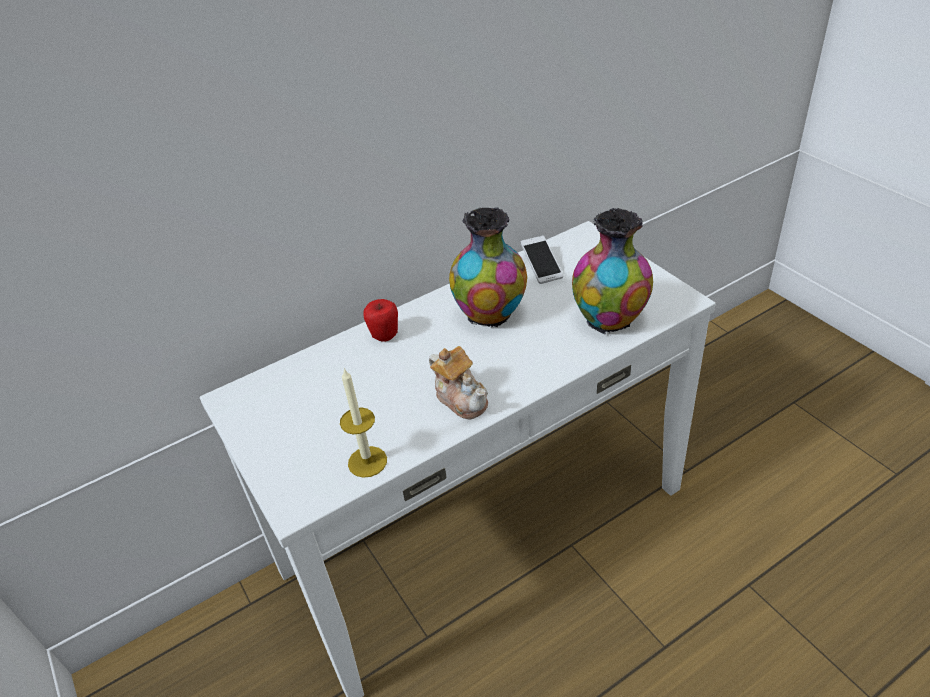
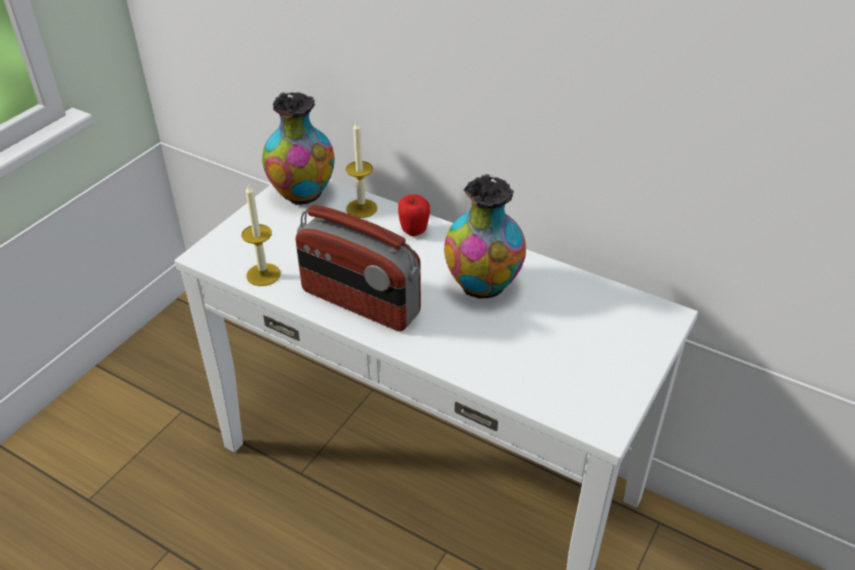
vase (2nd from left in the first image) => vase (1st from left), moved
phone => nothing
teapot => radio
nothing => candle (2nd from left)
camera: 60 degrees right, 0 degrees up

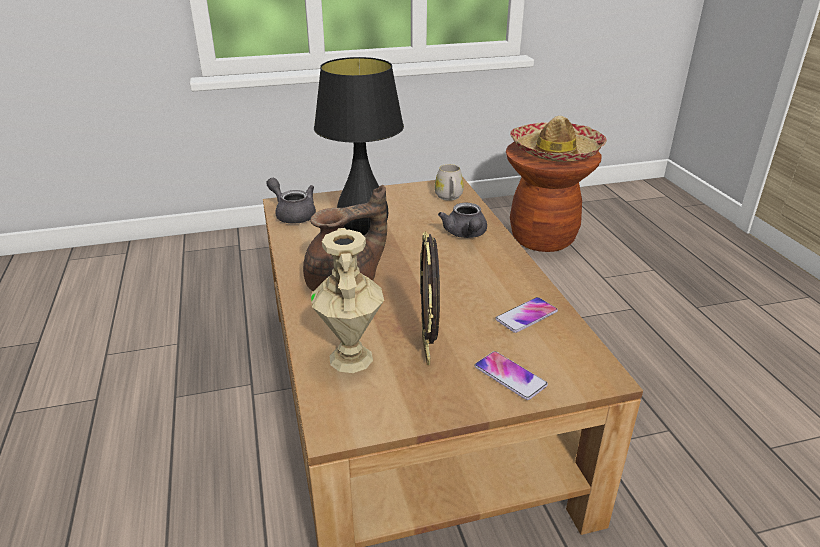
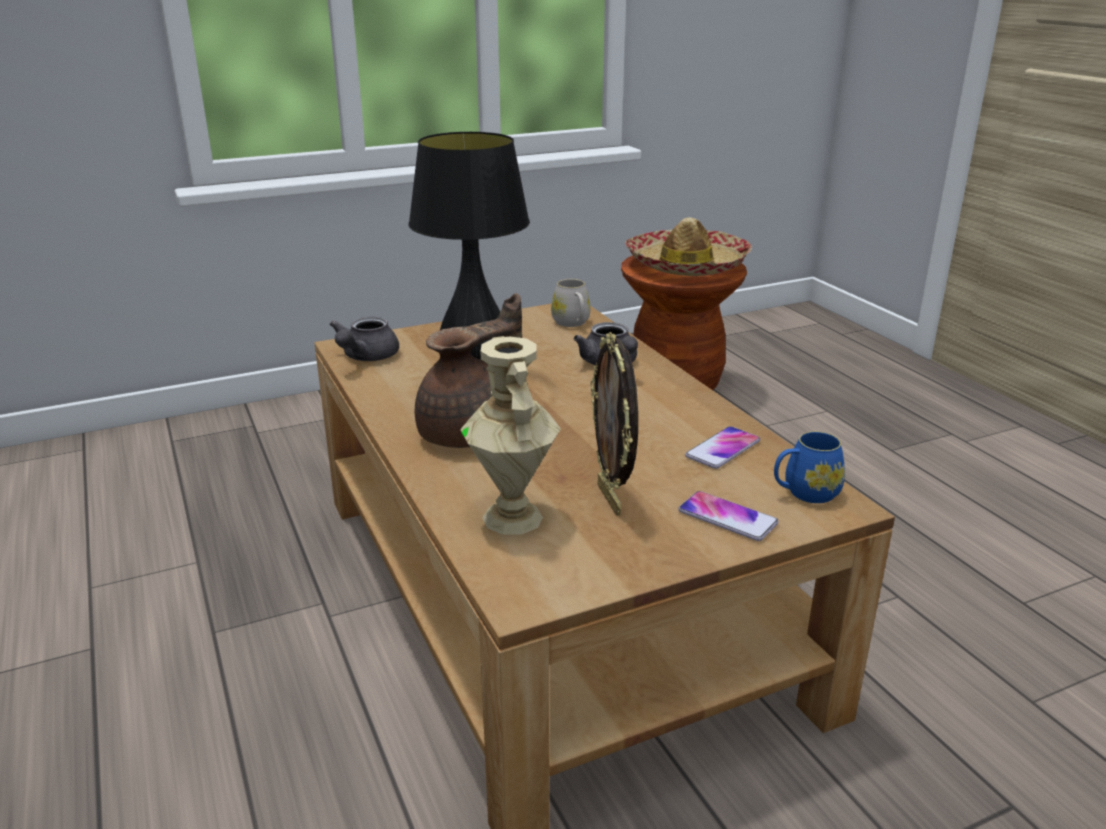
grey teapot (1st from left), 105 degrees counterclockwise
nothing => blue mug
camera: 10 degrees left, 5 degrees down

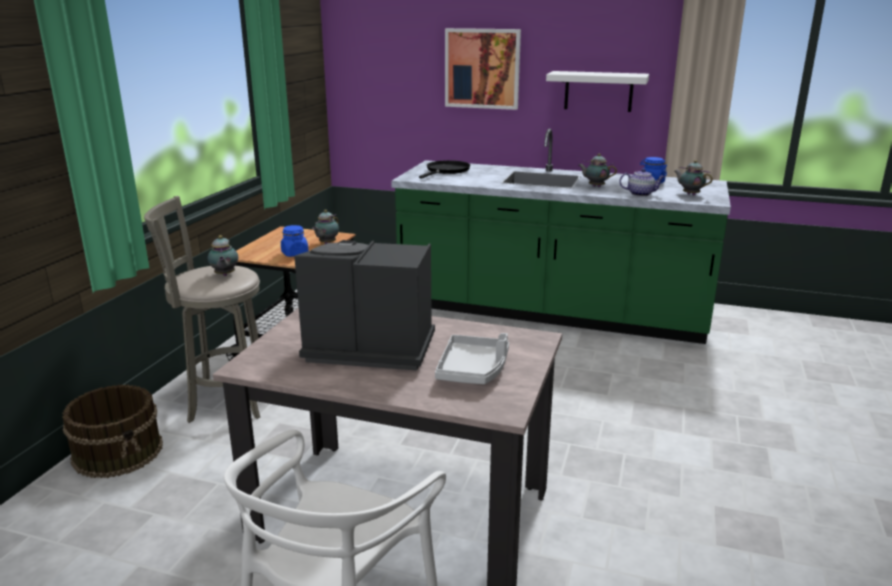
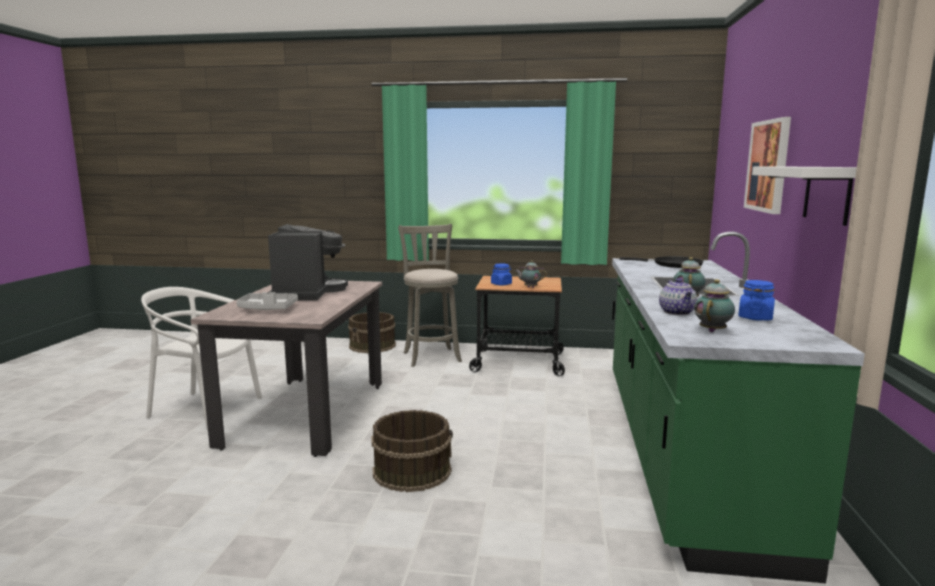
teapot (1st from left) => nothing
nothing => brown bucket (2nd from left)
camera: 80 degrees right, 10 degrees down

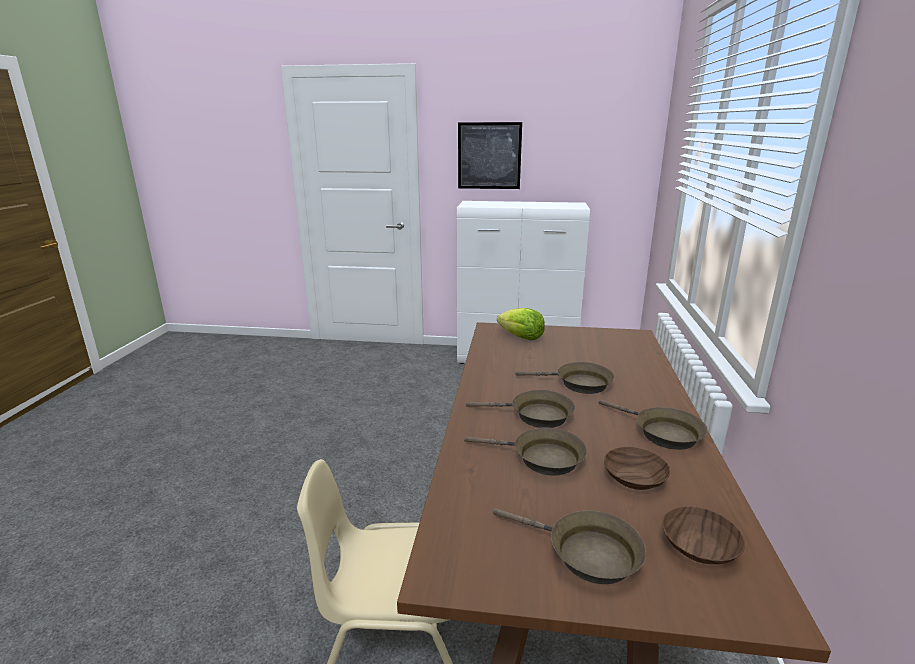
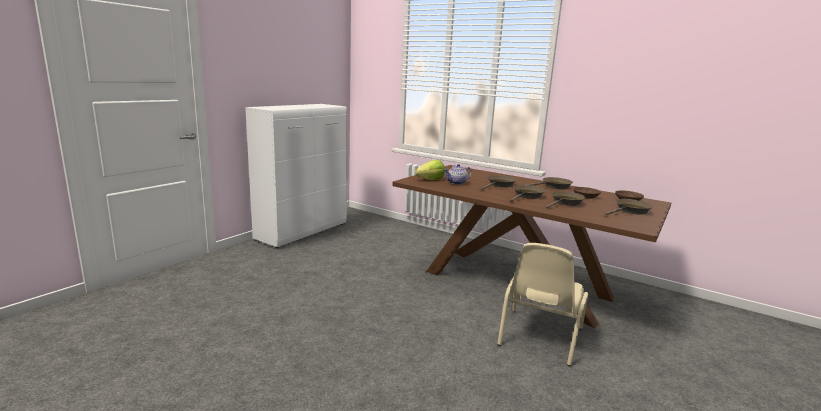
picture => nothing
nothing => teapot
camera: 65 degrees left, 5 degrees down

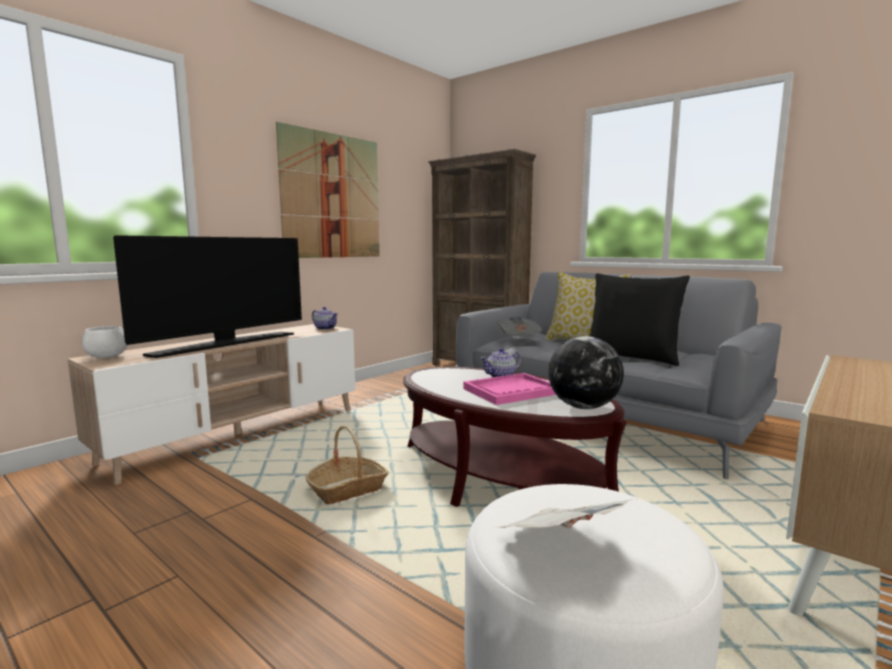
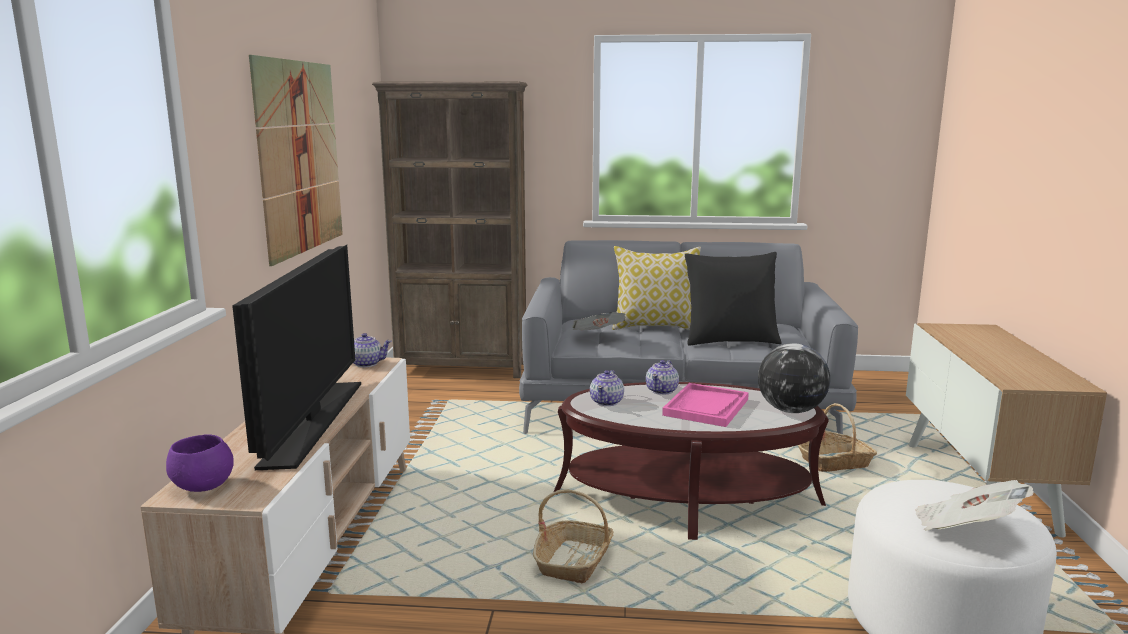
white bowl => purple bowl
nothing => teapot (2nd from left)
nothing => basket (2nd from left)
camera: 35 degrees left, 5 degrees up

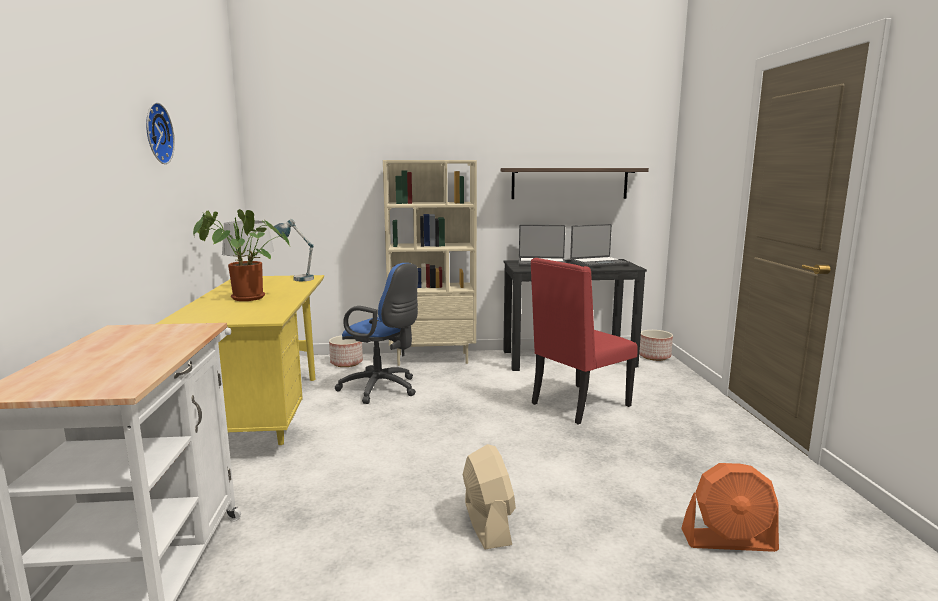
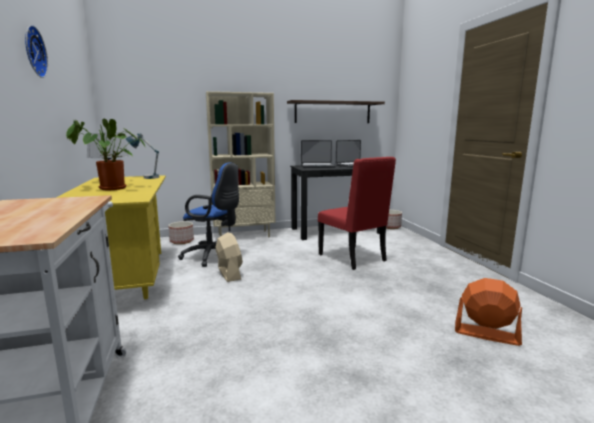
red chair, 75 degrees counterclockwise
beige fan, moved
orange fan, 150 degrees counterclockwise
camera: 10 degrees left, 0 degrees up

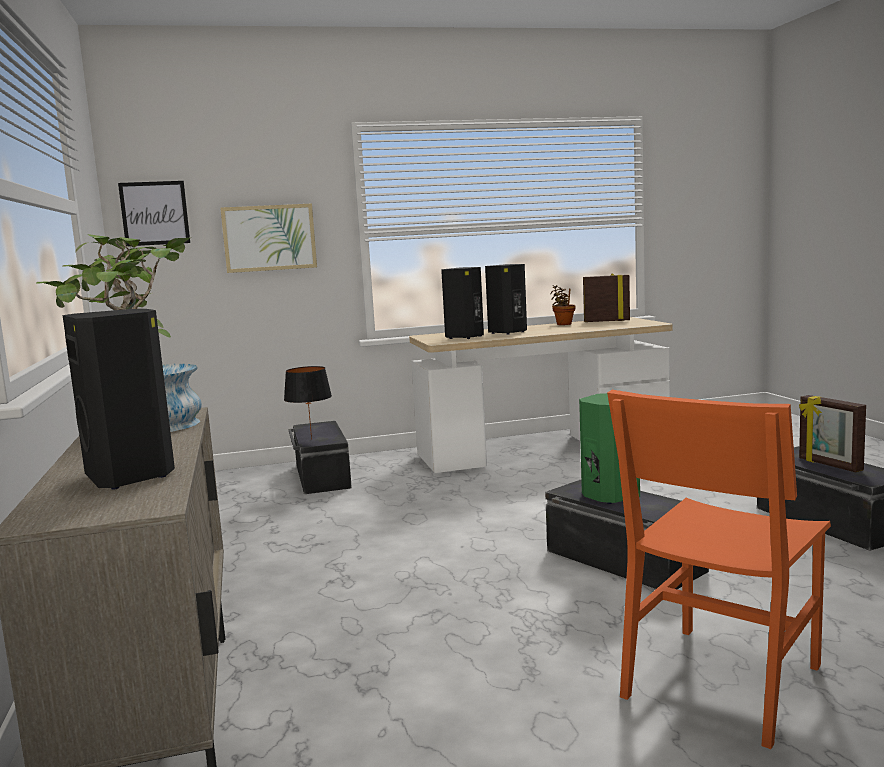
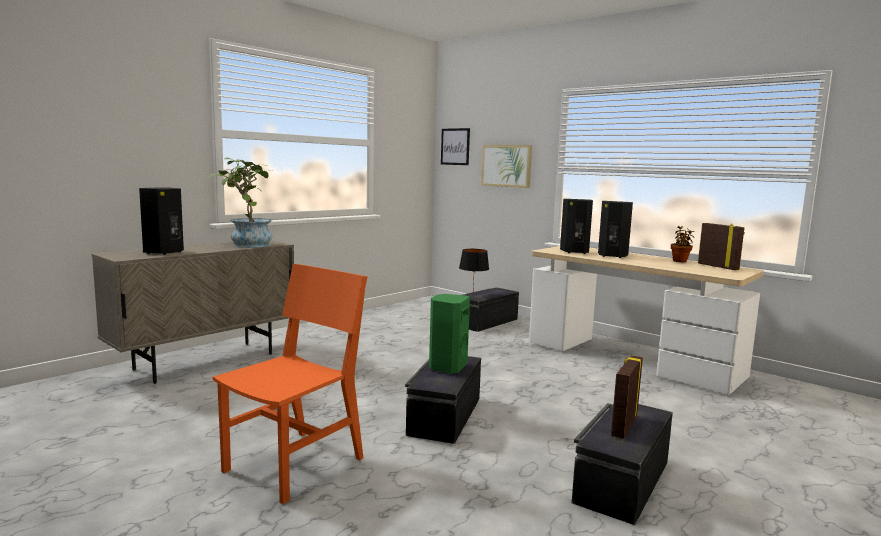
orange chair, 120 degrees clockwise
camera: 55 degrees right, 0 degrees up

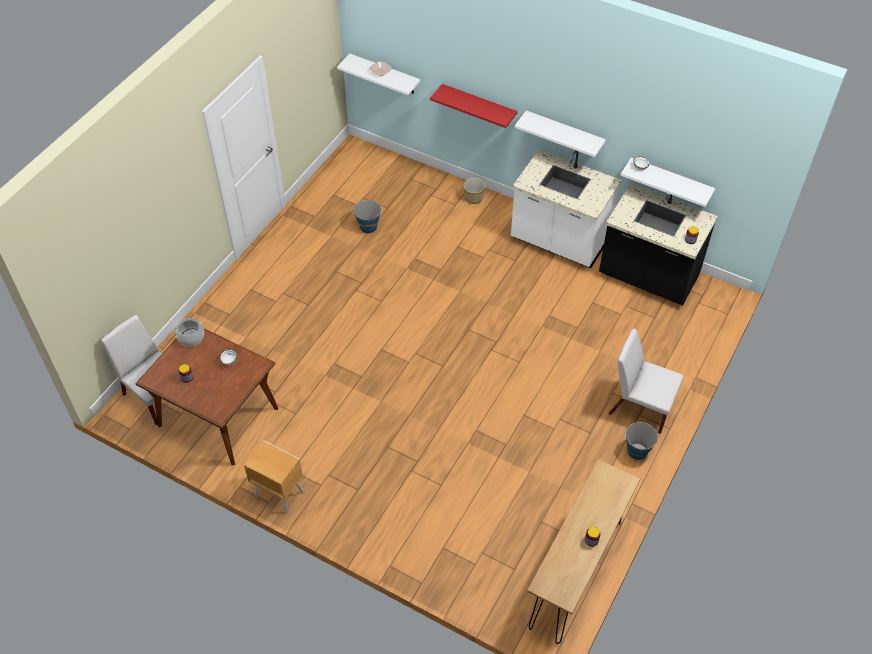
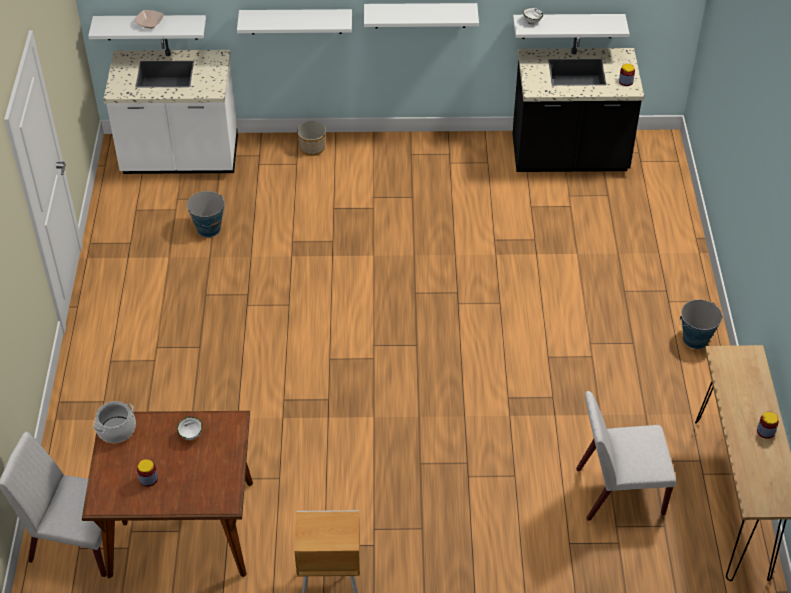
red shelf => white shelf (2nd from left)
white counter, moved
white chair (2nd from left), moved
camera: 30 degrees left, 5 degrees down

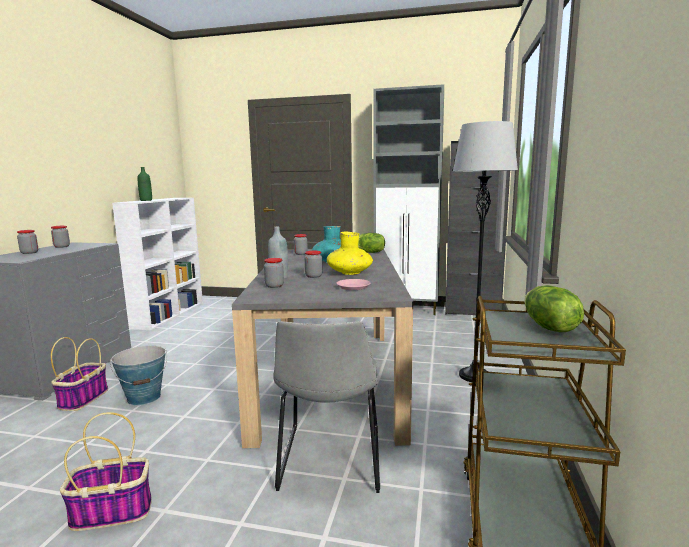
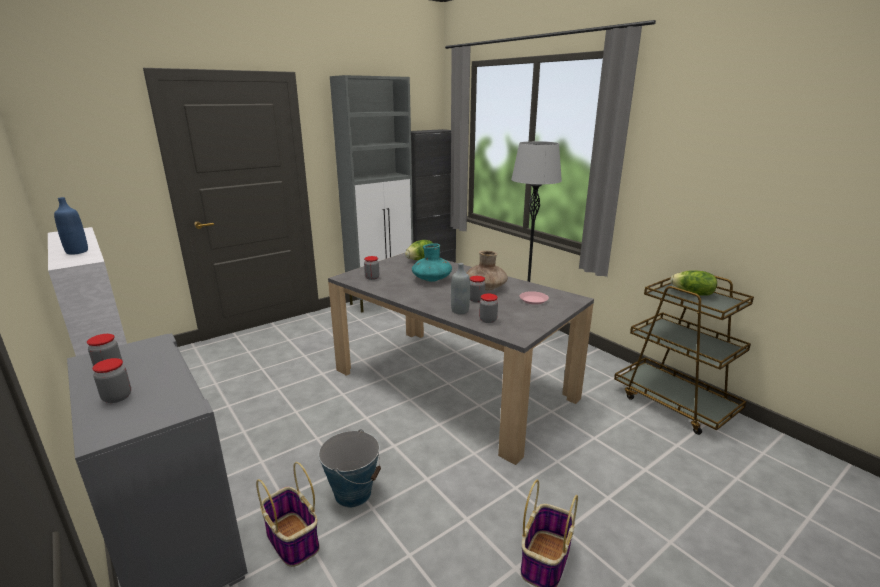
green bottle => blue bottle
yellow vase => brown vase
grey chair => nothing
camera: 50 degrees left, 10 degrees up

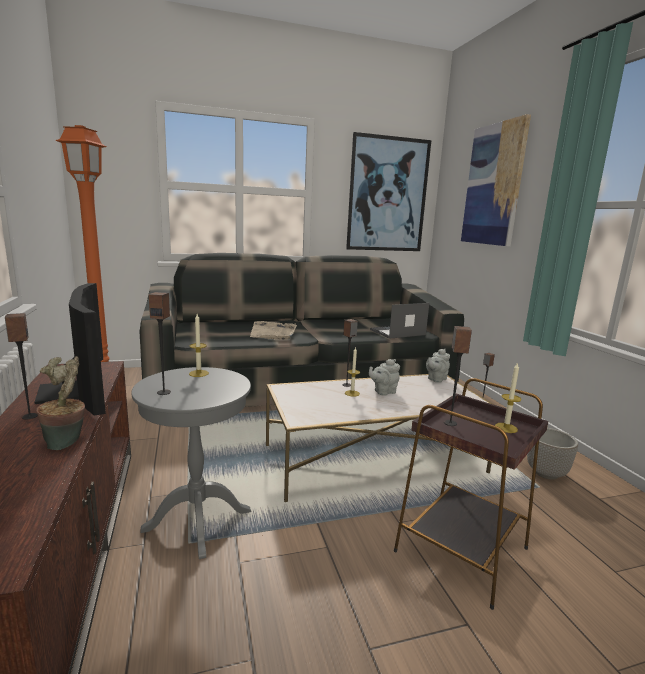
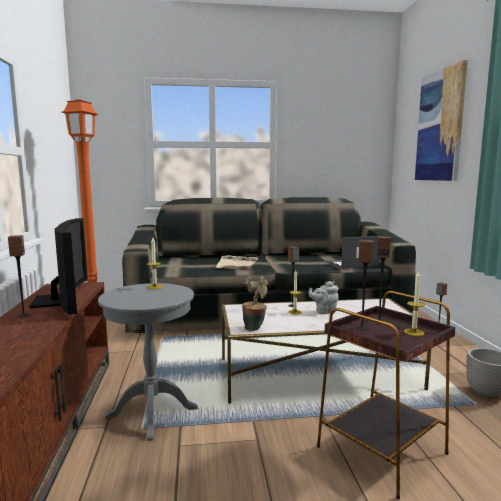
picture (1st from left) => nothing
speaker (2nd from left in the first image) => speaker (4th from left), moved
grey teapot (2nd from left) => nothing
potted plant, moved
camera: 10 degrees right, 5 degrees down

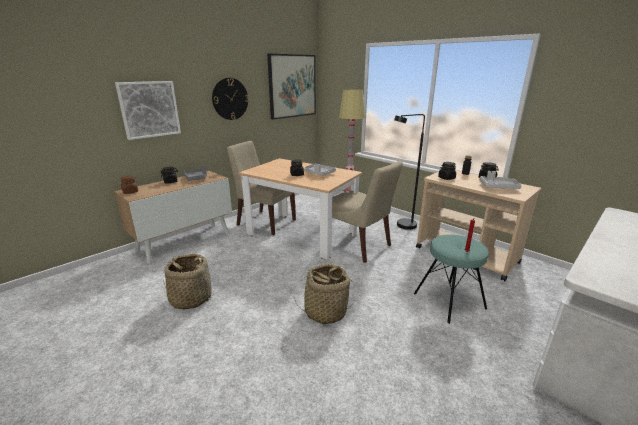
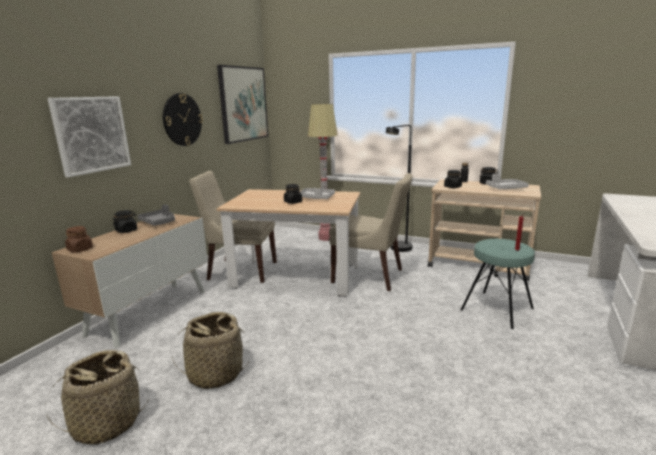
basket (2nd from left in the first image) => basket (1st from left), moved
camera: 20 degrees left, 5 degrees down

